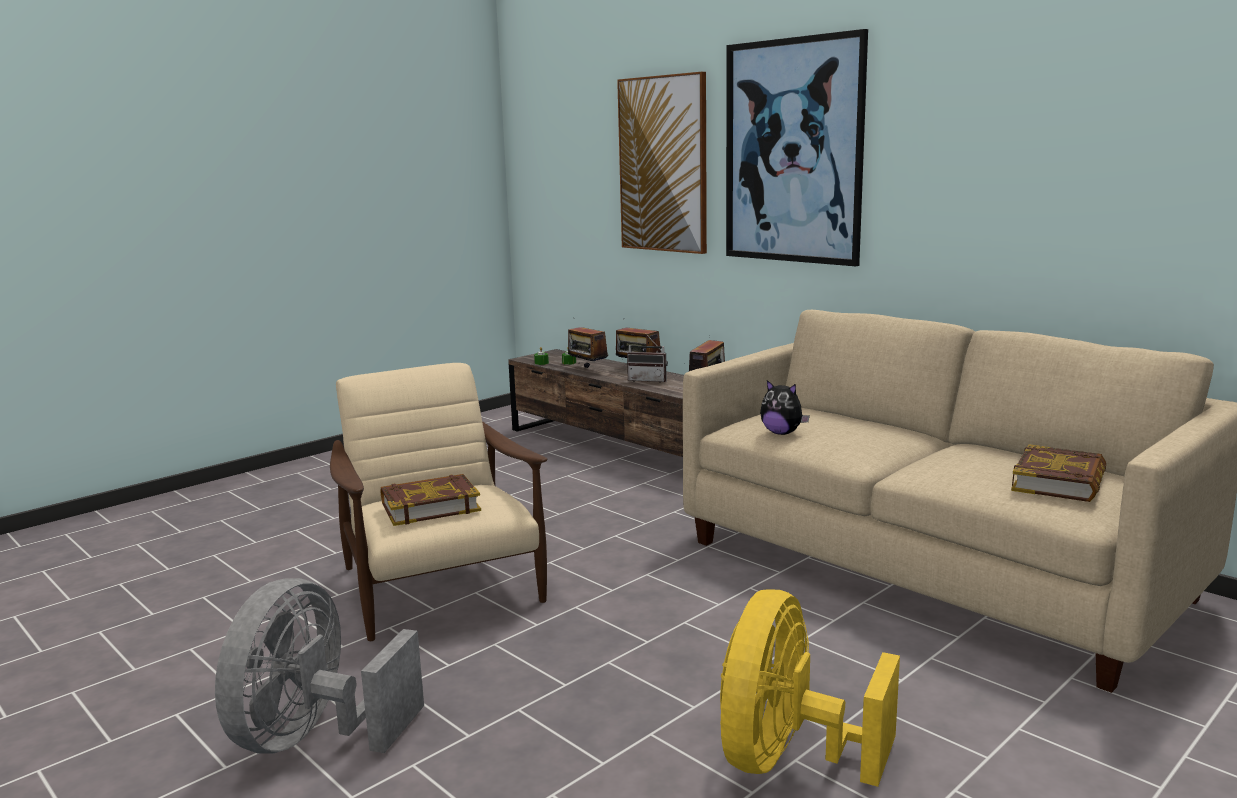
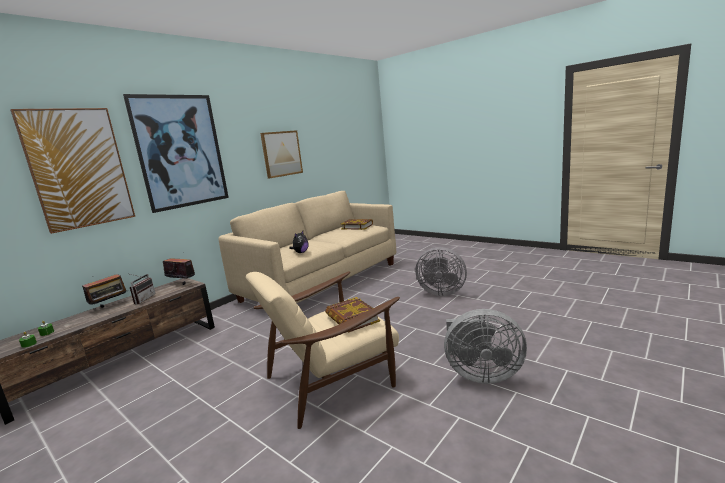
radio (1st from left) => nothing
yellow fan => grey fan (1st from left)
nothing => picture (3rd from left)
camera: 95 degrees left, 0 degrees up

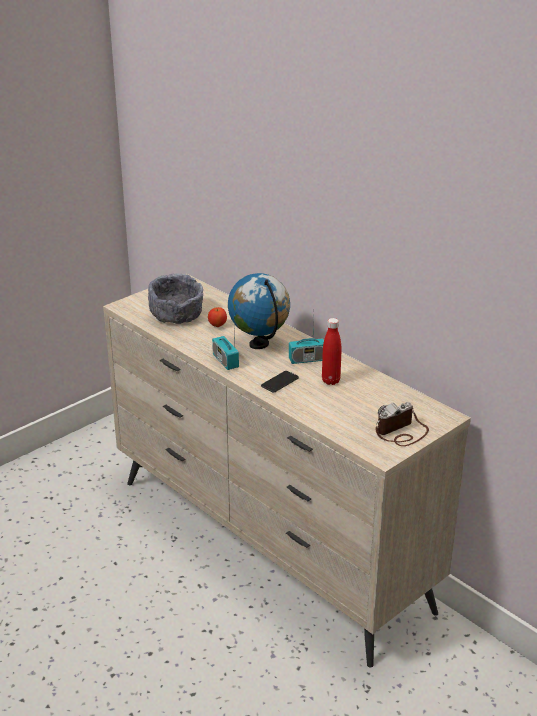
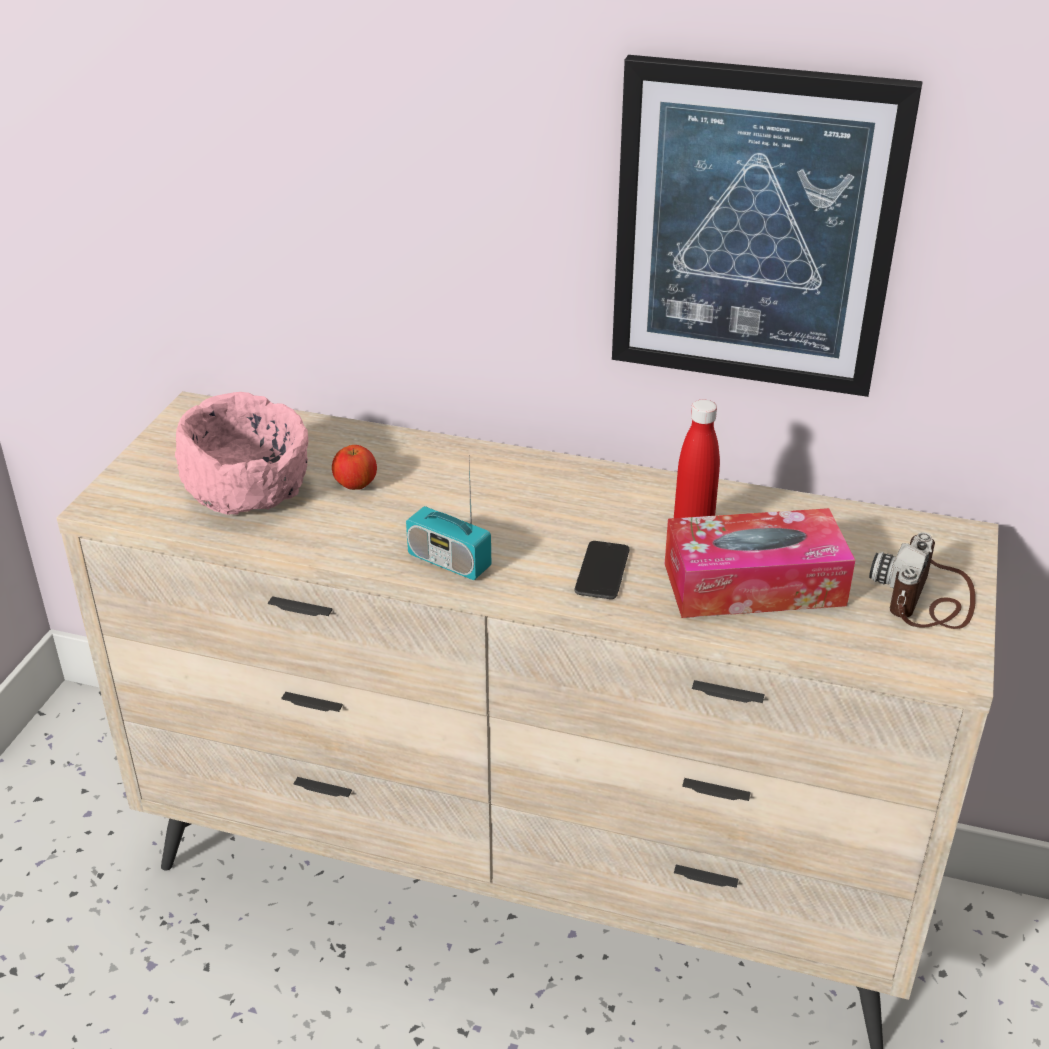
grey bowl => pink bowl
globe => nothing
radio (2nd from left) => nothing
nothing => picture
nothing => tissue box
camera: 30 degrees left, 5 degrees up

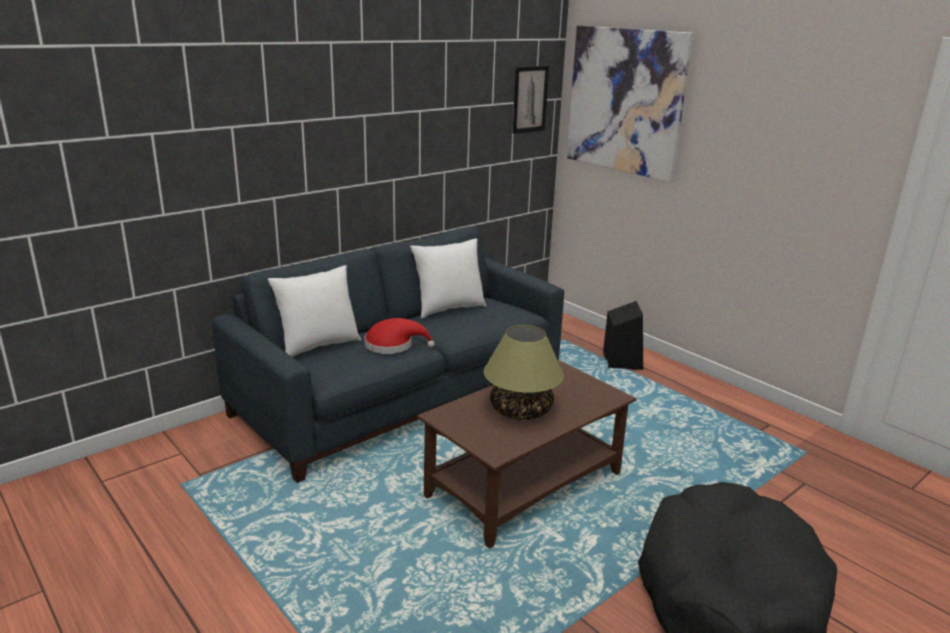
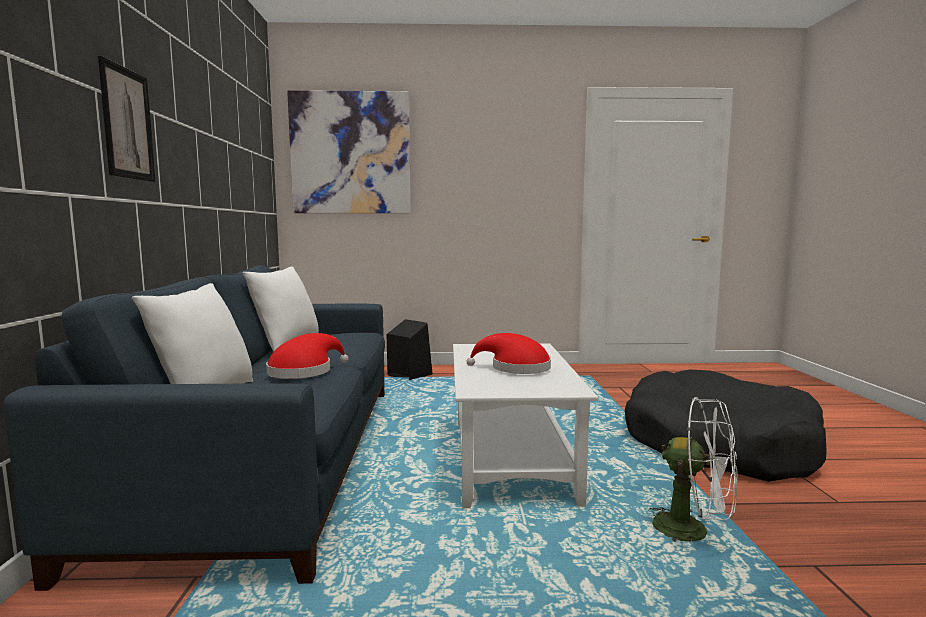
picture (1st from left), moved
table lamp => red hat (2nd from left)
brown coffee table => white coffee table
nothing => white fan
camera: 50 degrees left, 15 degrees down

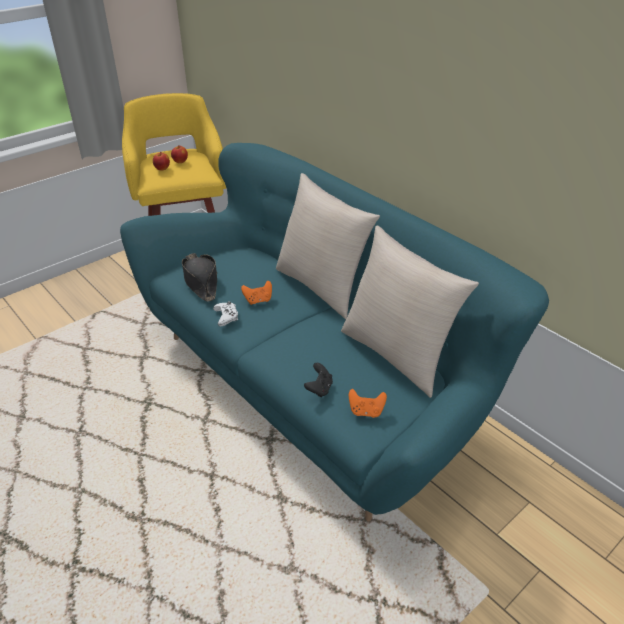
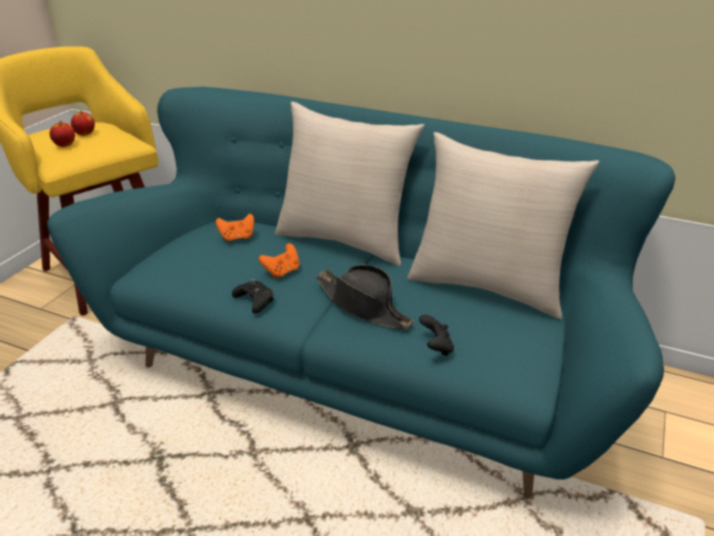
black hat, moved
white game controller => black game controller (1st from left)
orange game controller (2nd from left in the first image) => orange game controller (1st from left), moved
camera: 25 degrees left, 5 degrees down

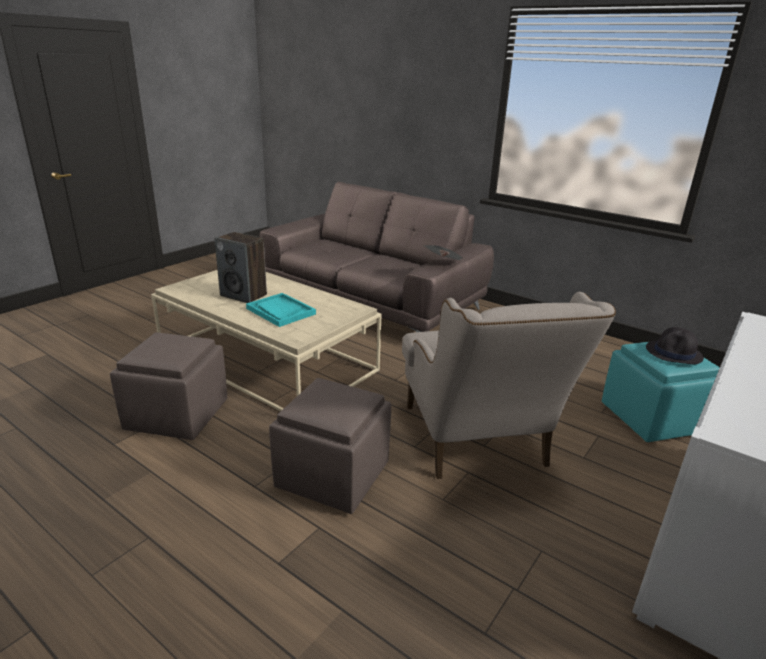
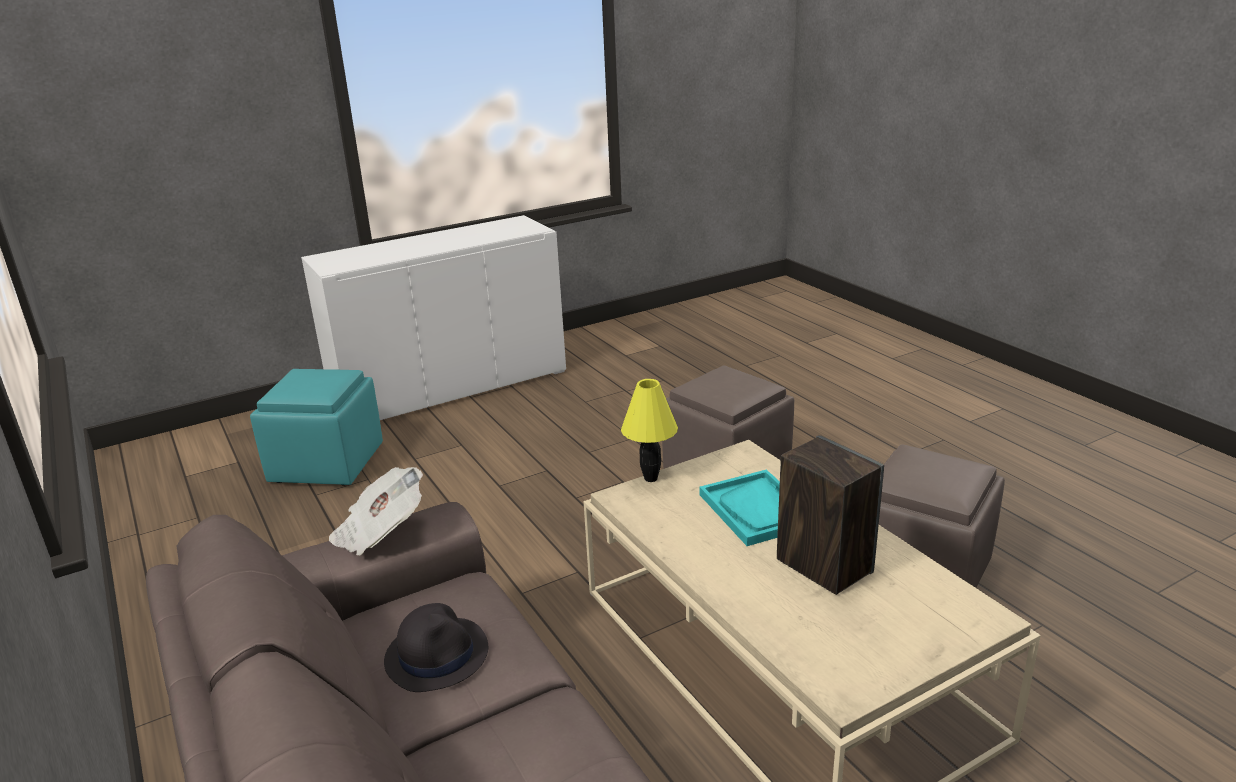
beige armchair => nothing
black hat, moved
nothing => yellow table lamp
camera: 155 degrees left, 0 degrees up

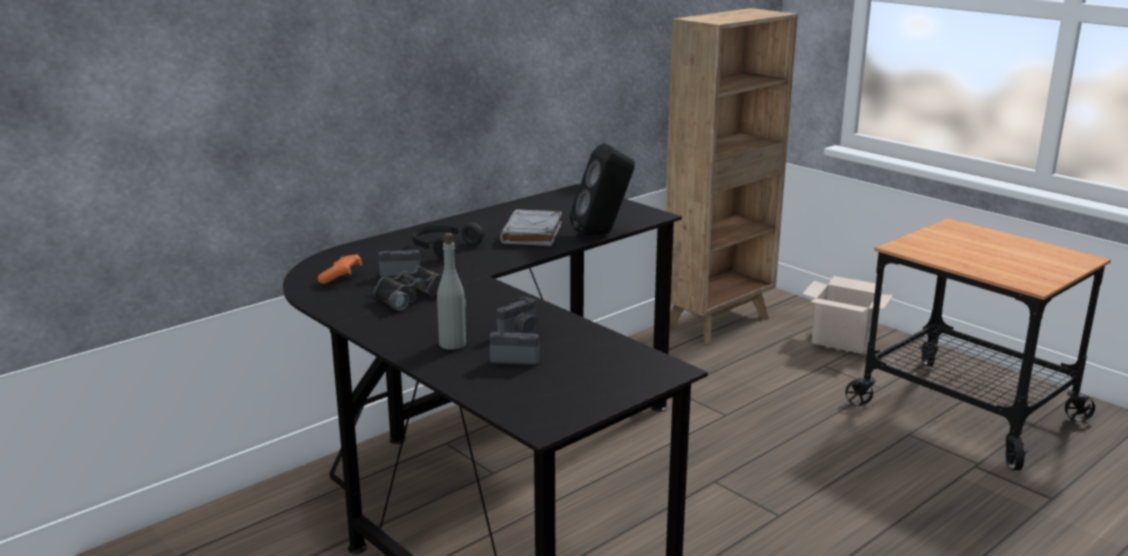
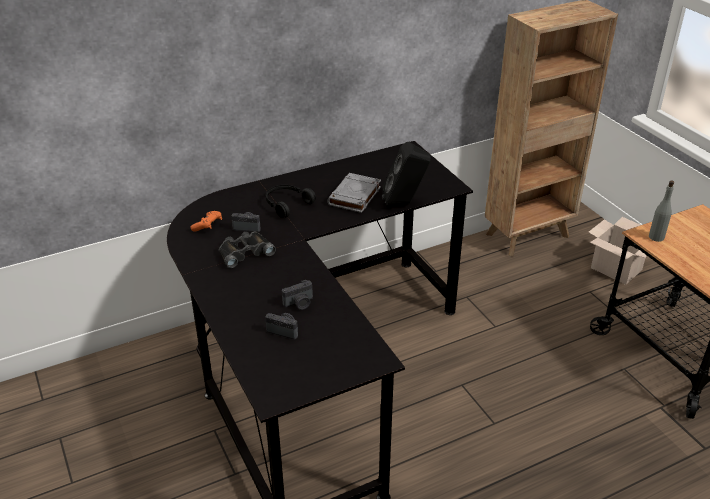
grey bottle, moved
camera: 15 degrees right, 15 degrees up

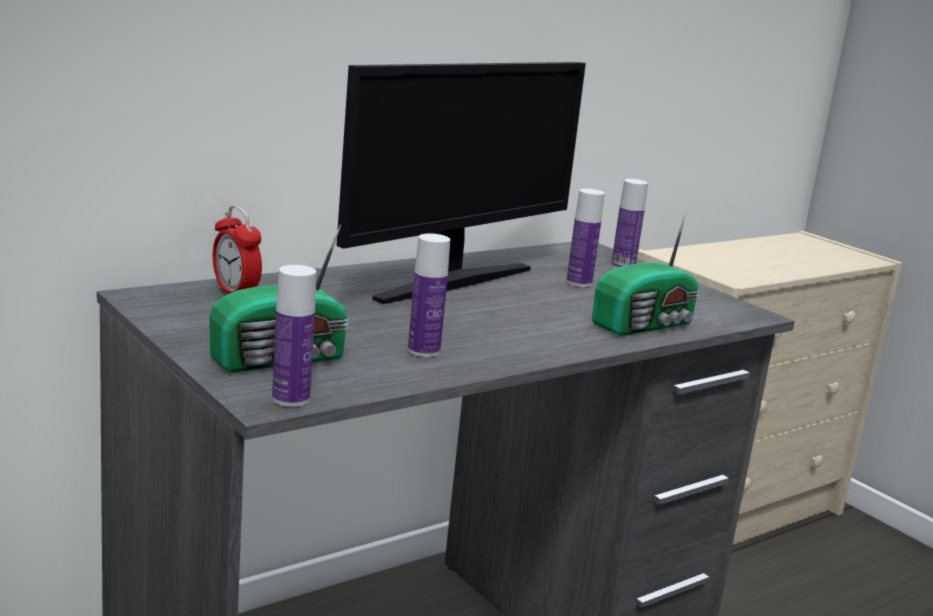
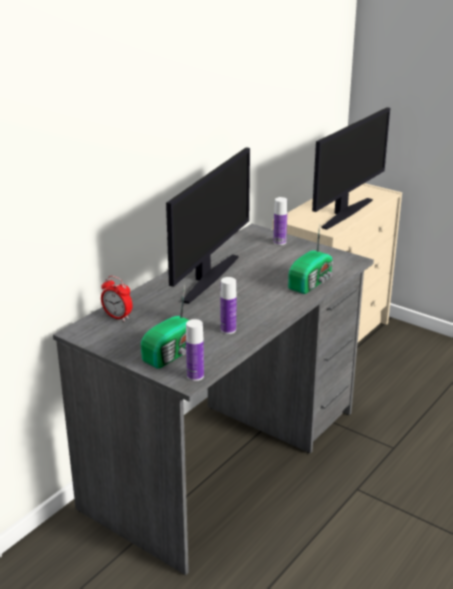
bottle (3rd from left) => nothing
nothing => monitor (2nd from left)
camera: 15 degrees left, 10 degrees up

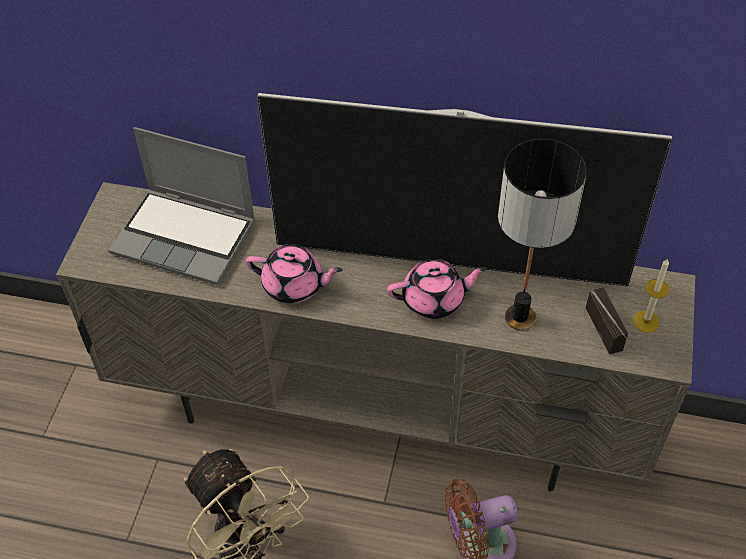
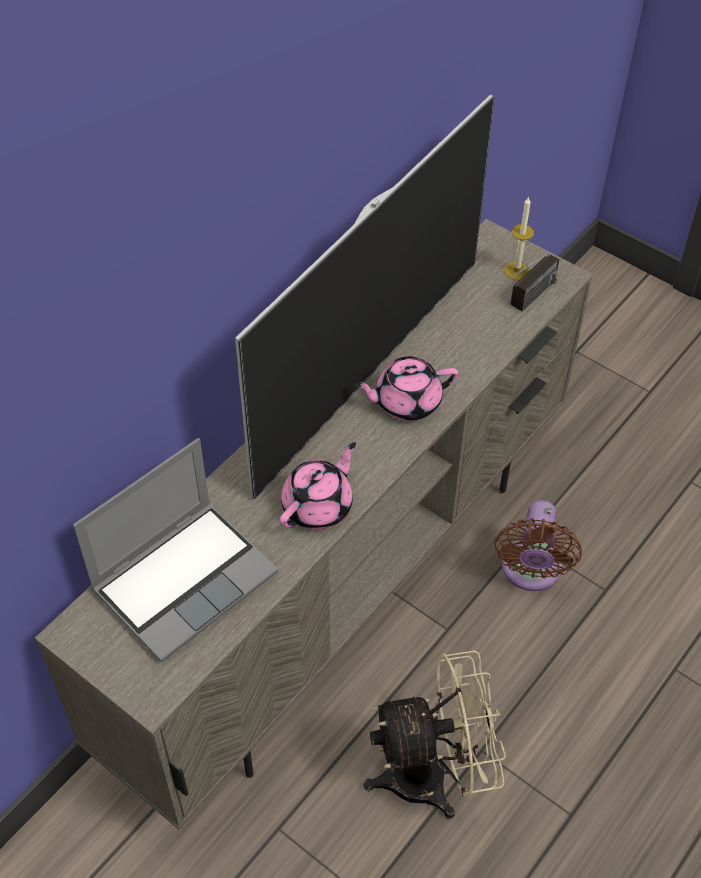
table lamp => nothing
pink teapot (2nd from left), 120 degrees counterclockwise
radio, 120 degrees clockwise
camera: 65 degrees left, 0 degrees up

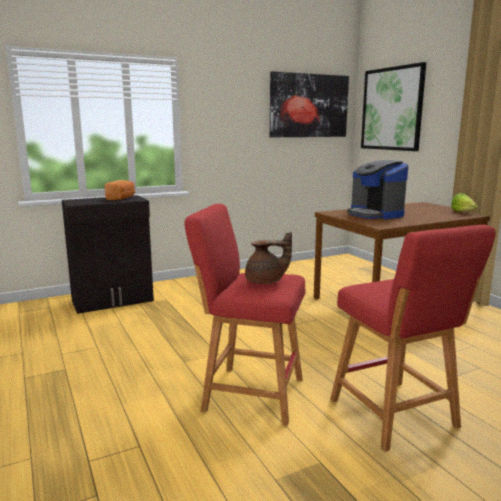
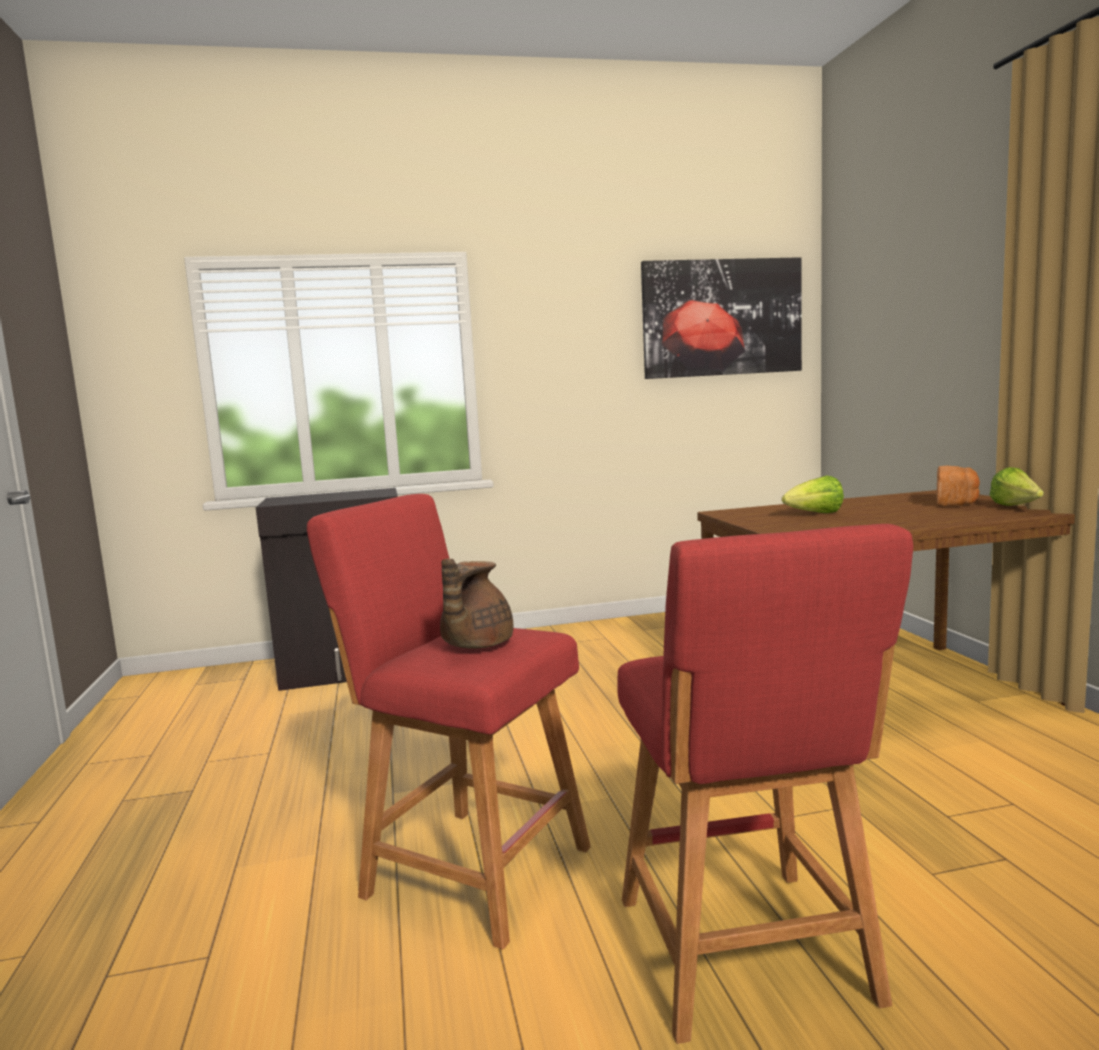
picture (2nd from left) => nothing
coffee machine => lettuce (1st from left)
bread, moved
brown teapot, 105 degrees clockwise
camera: 15 degrees right, 5 degrees down

